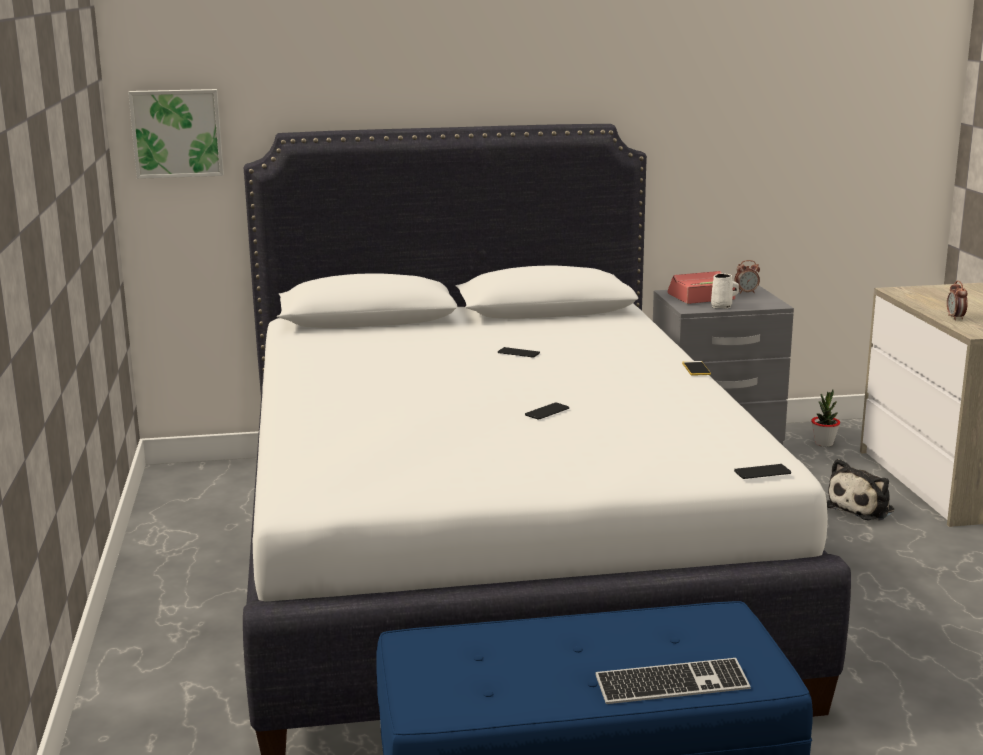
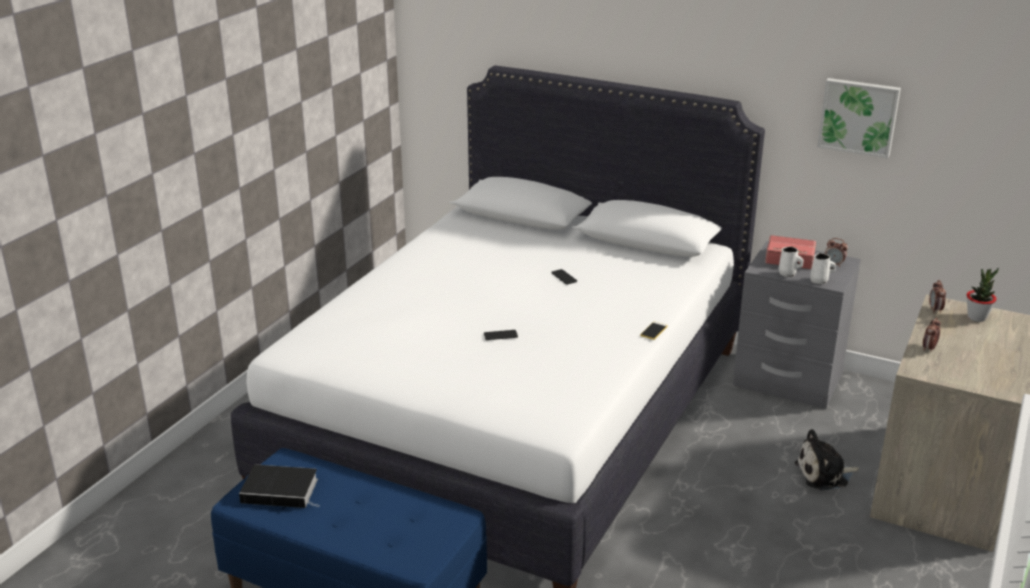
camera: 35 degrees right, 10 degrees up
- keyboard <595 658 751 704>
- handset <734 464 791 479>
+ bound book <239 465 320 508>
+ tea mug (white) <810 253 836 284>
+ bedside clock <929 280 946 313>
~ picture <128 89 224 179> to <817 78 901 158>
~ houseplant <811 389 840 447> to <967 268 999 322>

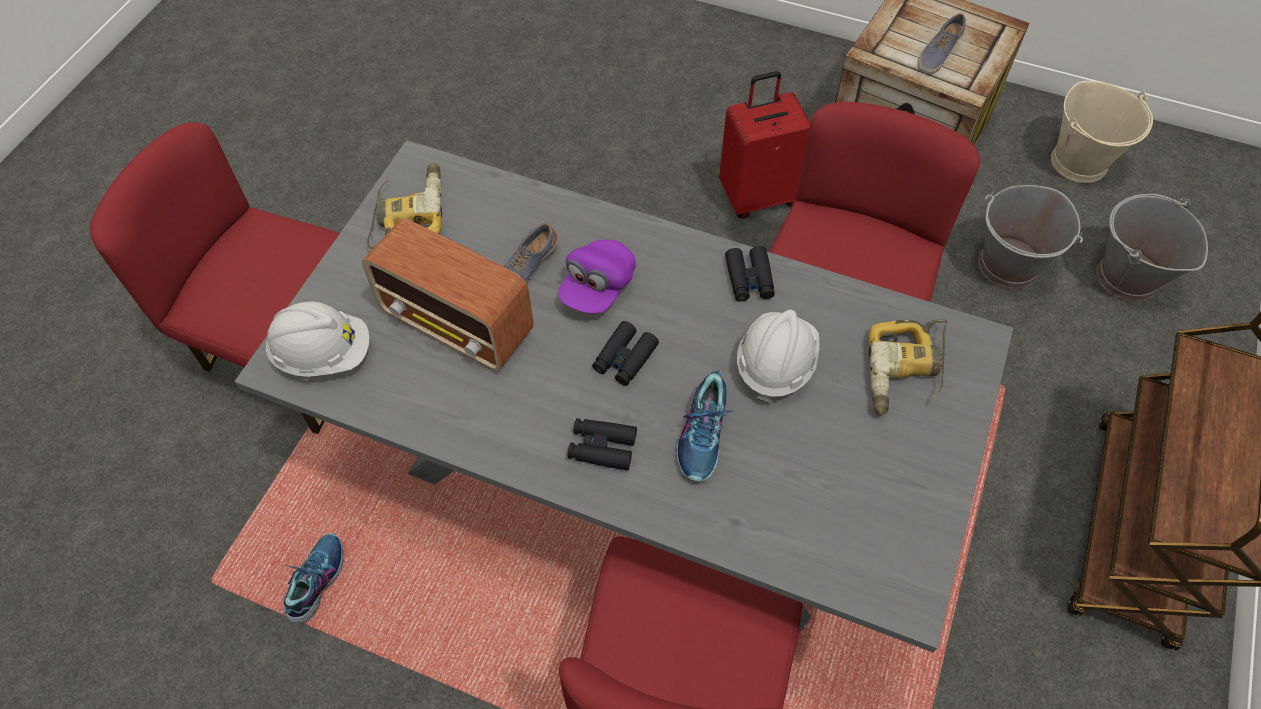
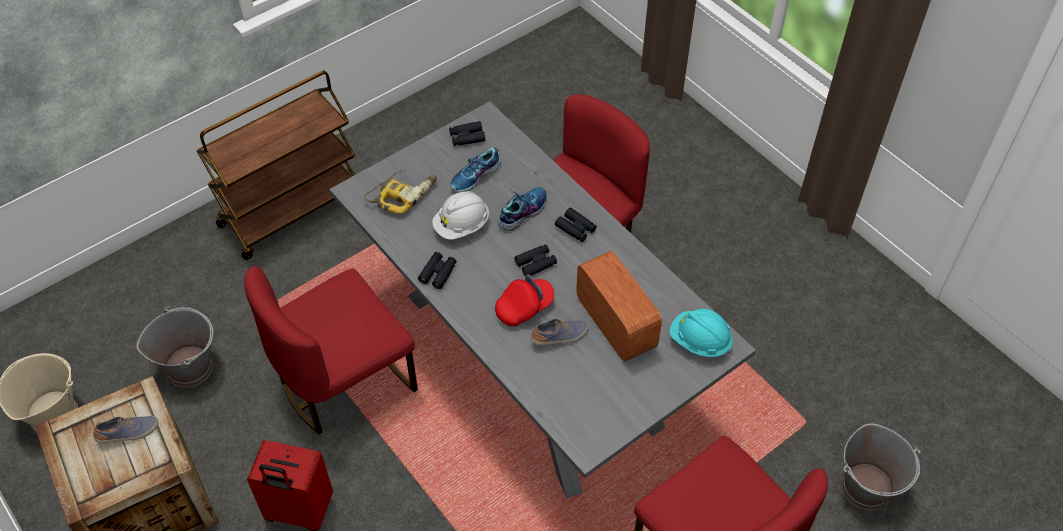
camera: 150 degrees left, 5 degrees down
- drill <367 163 442 249>
+ pair of binoculars (black-coloured) <449 121 485 146>
~ low shoe <283 533 344 624> to <450 147 501 192>
~ bucket (greyish) <1096 194 1208 302> to <841 423 921 510>
~ hard hat (white) <266 301 370 377> to hard hat (blue-green) <670 309 733 357>
~ baseball cap (purple-coloured) <558 240 636 313> to baseball cap (red-coloured) <495 274 554 326>

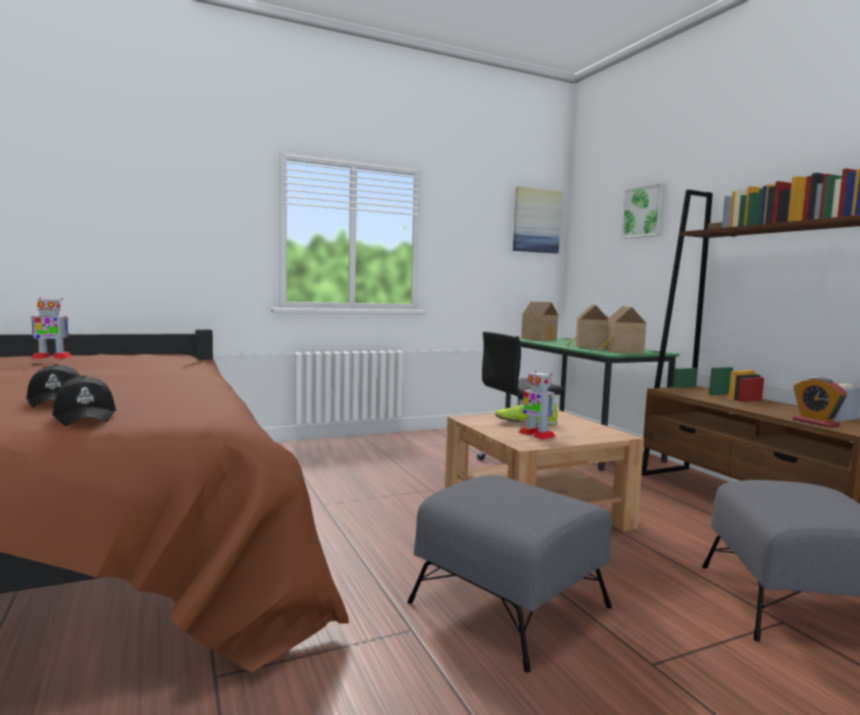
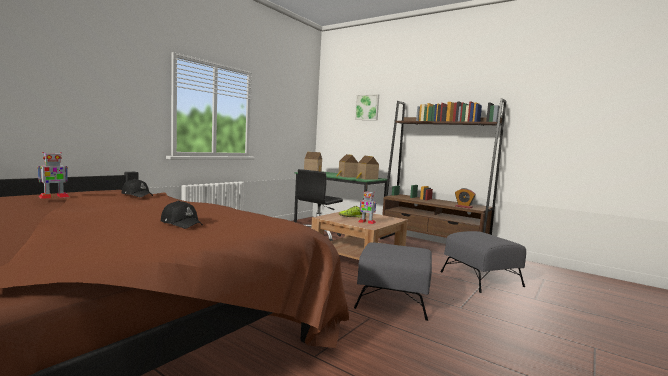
camera: 30 degrees left, 0 degrees up
- picture <513 186 562 253>
~ baseball cap (black-coloured) <52 375 116 426> to <121 179 153 197>

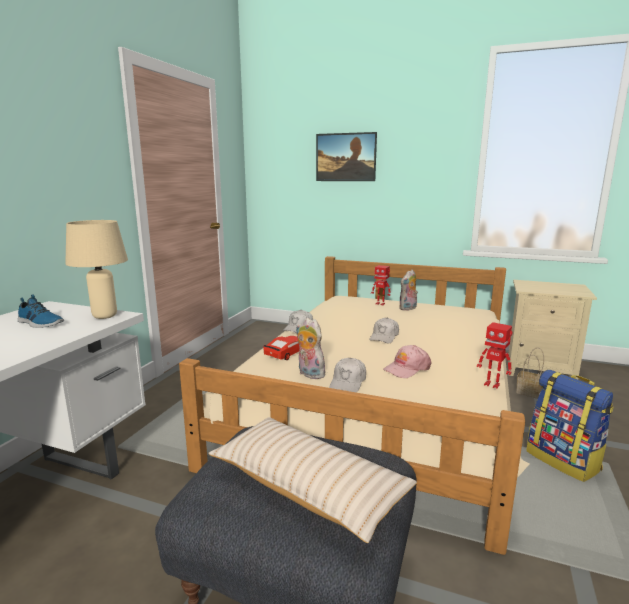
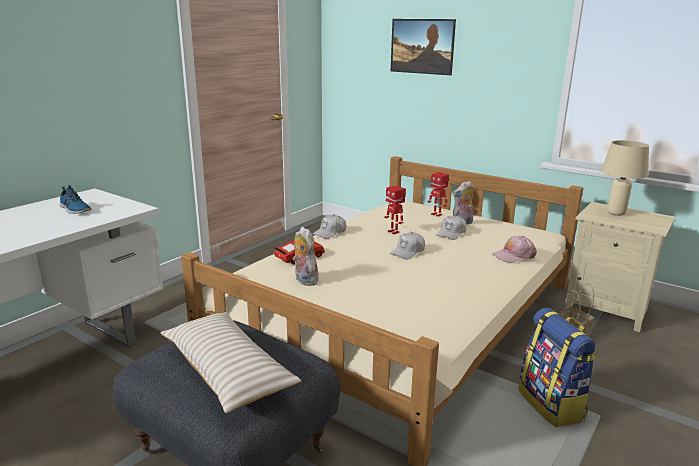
camera: 15 degrees right, 5 degrees up
~ lamp for a table (beige-coloured) <65 220 128 319> to <601 140 649 216>
~ baseball cap (white) <329 358 366 393> to <436 215 467 240>
~ baseball cap (pinkish) <383 345 431 378> to <492 236 537 263>
~ robot figure <477 322 513 389> to <384 186 406 234>

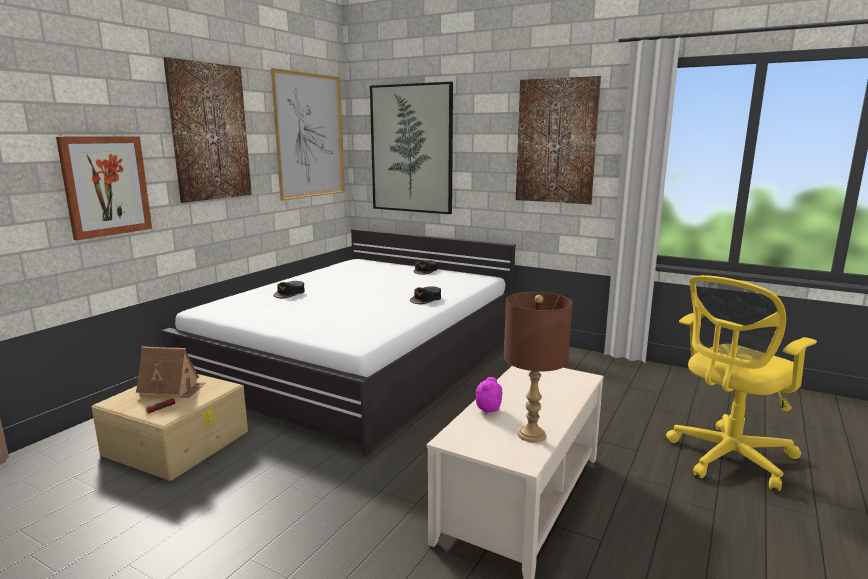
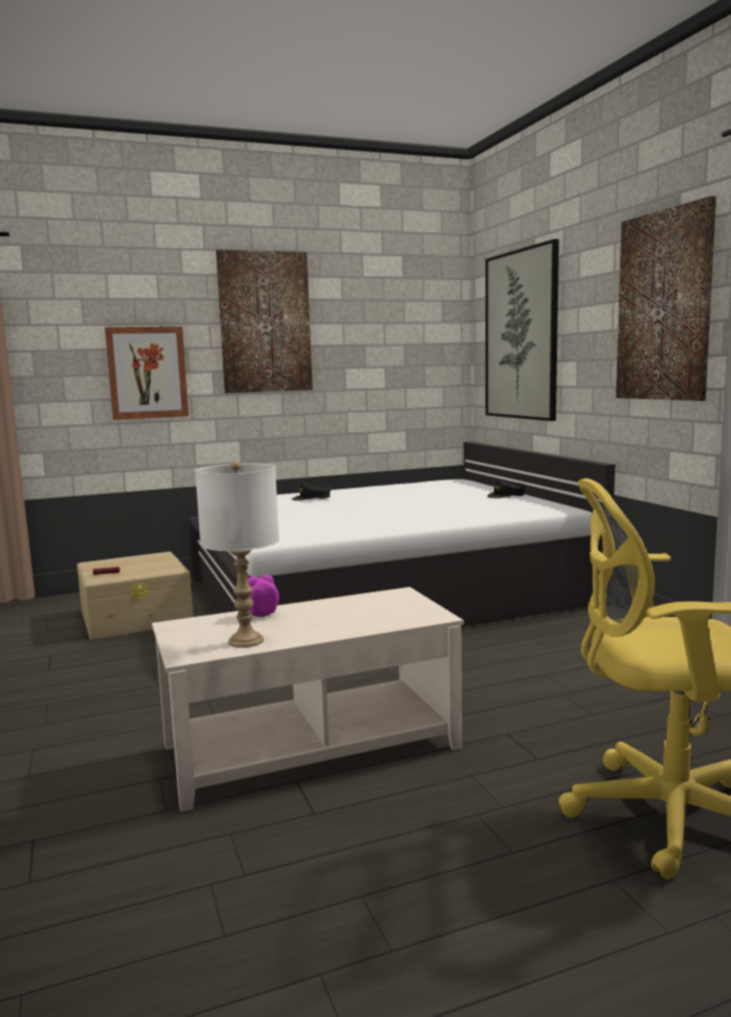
camera: 40 degrees right, 5 degrees down
- model house <136 346 206 399>
- picture <271 68 345 200>
- baseball cap (black-coloured) <410 286 441 304>
~ lamp for a table (brown-coloured) <504 292 572 443> to lamp for a table (white) <195 461 279 648>

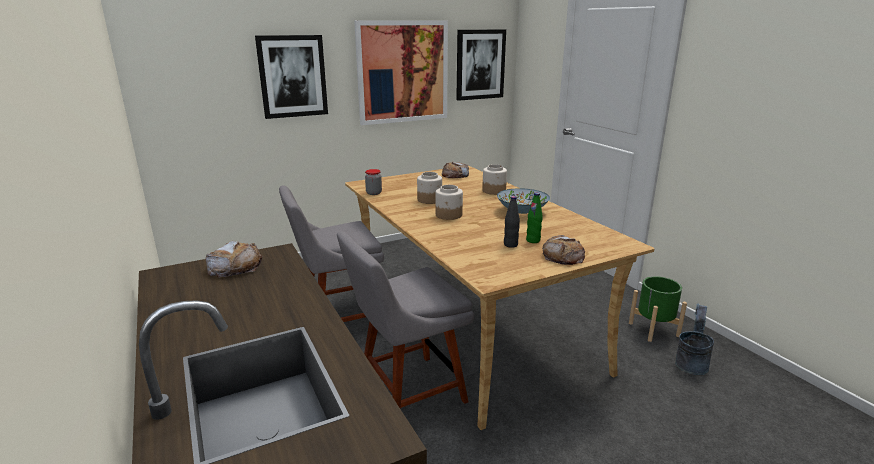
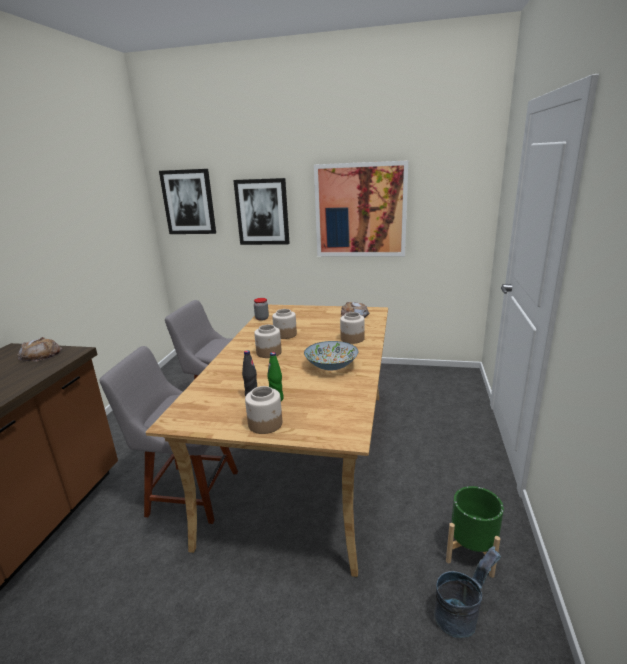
camera: 40 degrees right, 0 degrees up
~ picture <456 29 506 101> to <159 169 216 234>
~ bread <542 235 585 265> to jar <245 386 282 434>

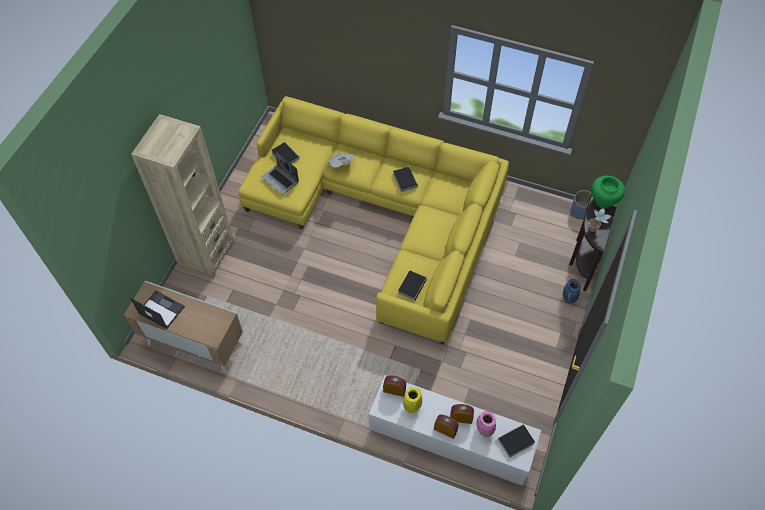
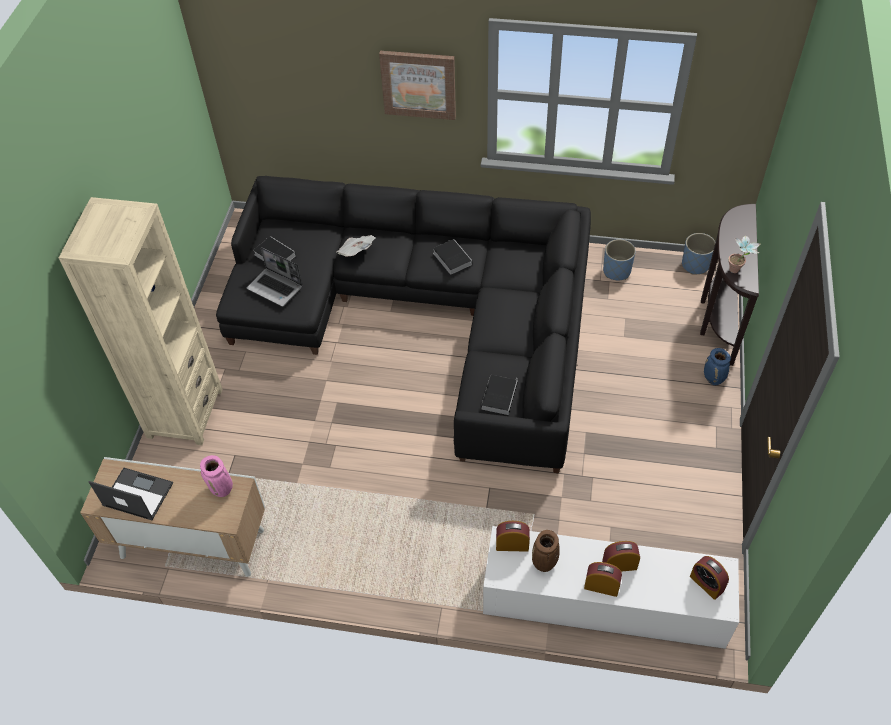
camera: 10 degrees left, 5 degrees down
- vase (green) <591 176 625 209>
+ picture <379 51 456 120>
+ flower pot (bluish) <603 239 636 280>
~ vase (pinkish) <477 411 496 437> to <200 455 233 497>
~ bound book <494 424 535 458> to bedside clock <690 556 729 600>
~ settee (yellow-coloured) <238 96 509 345> to settee (black-coloured) <216 176 591 473>
~ vase (yellow-coloured) <403 387 422 413> to vase (brown-coloured) <532 530 560 572>

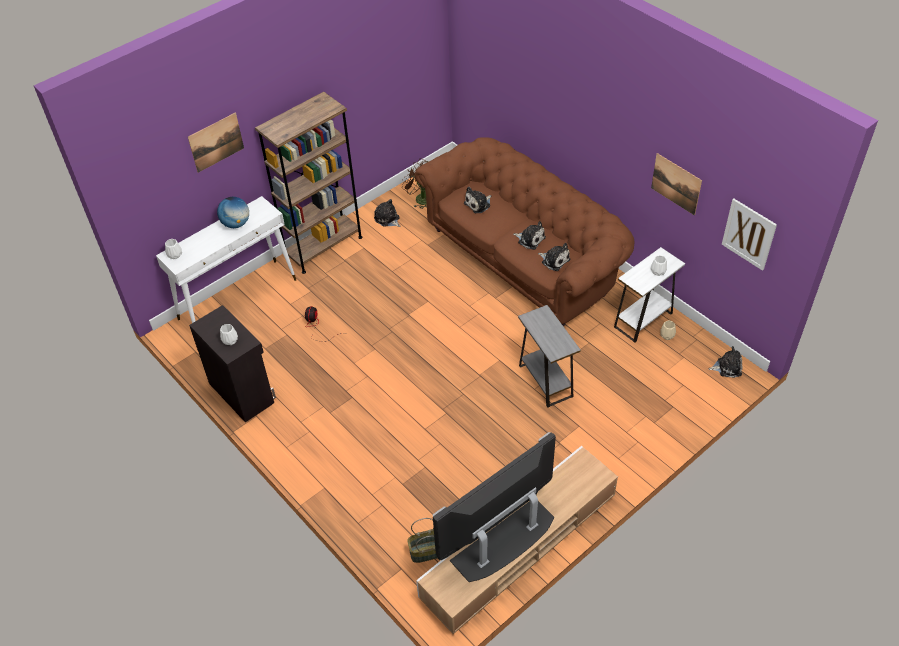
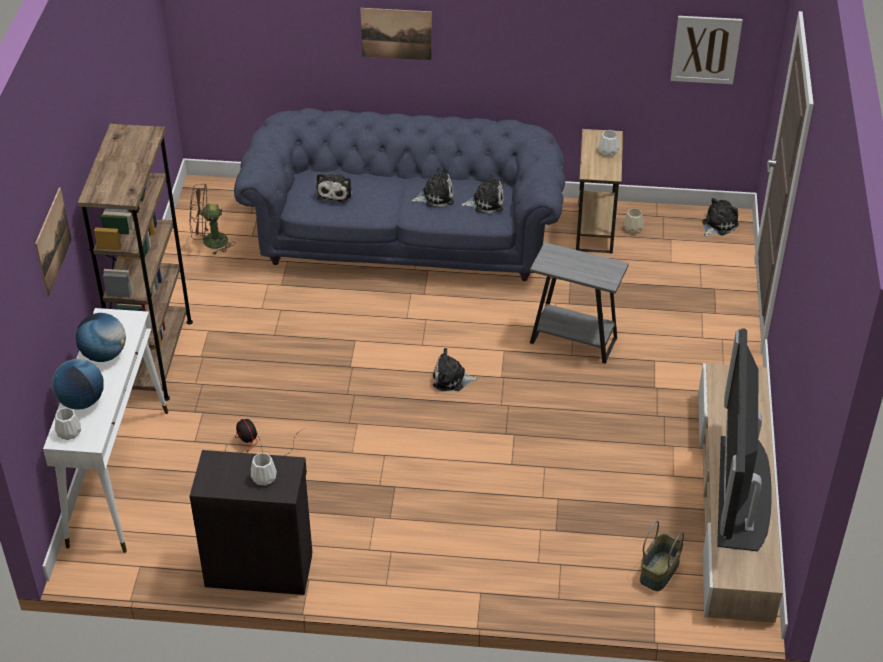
camera: 45 degrees left, 5 degrees down
+ desk globe <52 359 104 410>
~ plush toy <374 199 400 227> to <433 348 479 391>
~ picture <651 153 702 215> to <360 8 432 61>
~ settee (brown-coloured) <414 137 634 326> to settee (bluish) <234 108 565 281>
~ accent table (white) <614 247 685 343> to accent table (brown-coloured) <576 129 623 254>

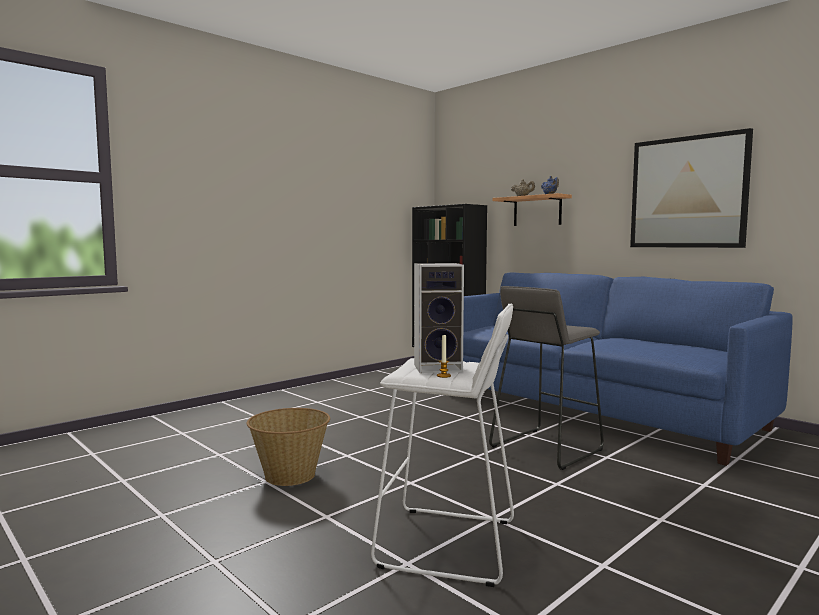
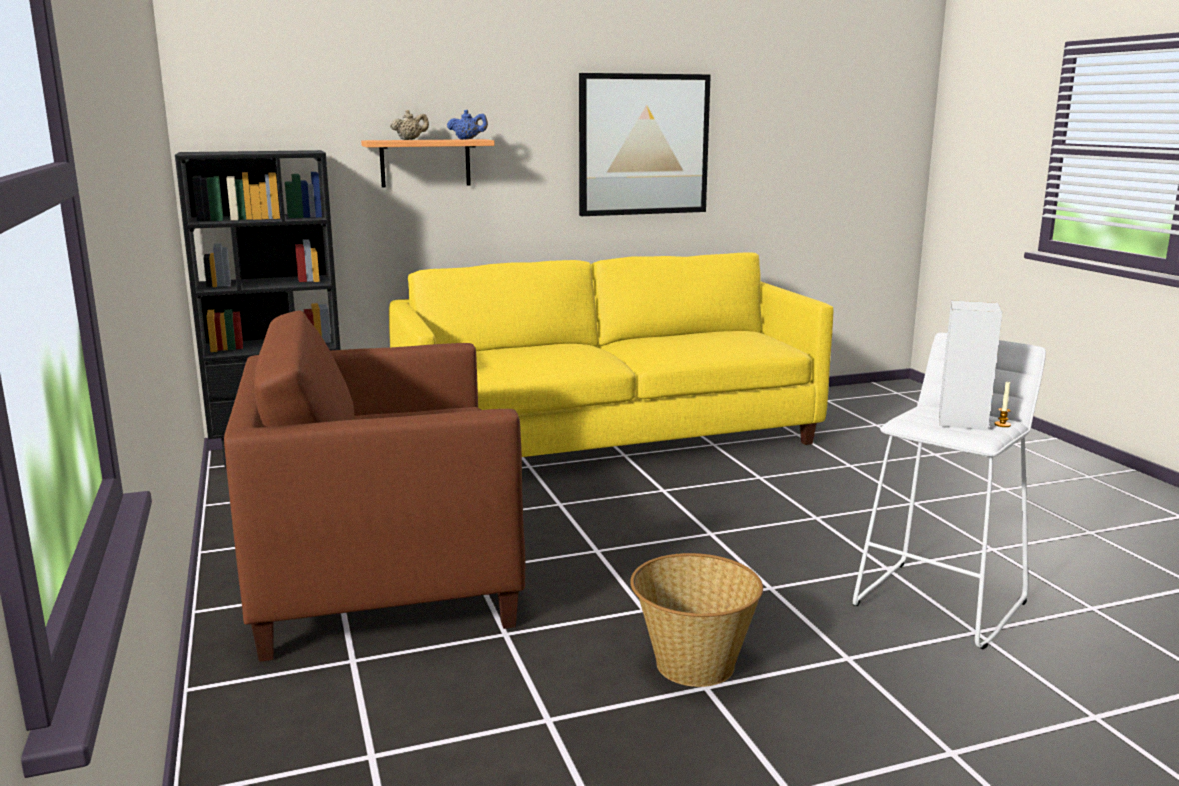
camera: 65 degrees left, 10 degrees up
- stool (greyish) <489 286 604 470>
+ easy chair (brown-coloured) <224 310 525 662>
~ settee (bluish) <463 273 793 466> to settee (yellow-coloured) <389 252 833 457>

